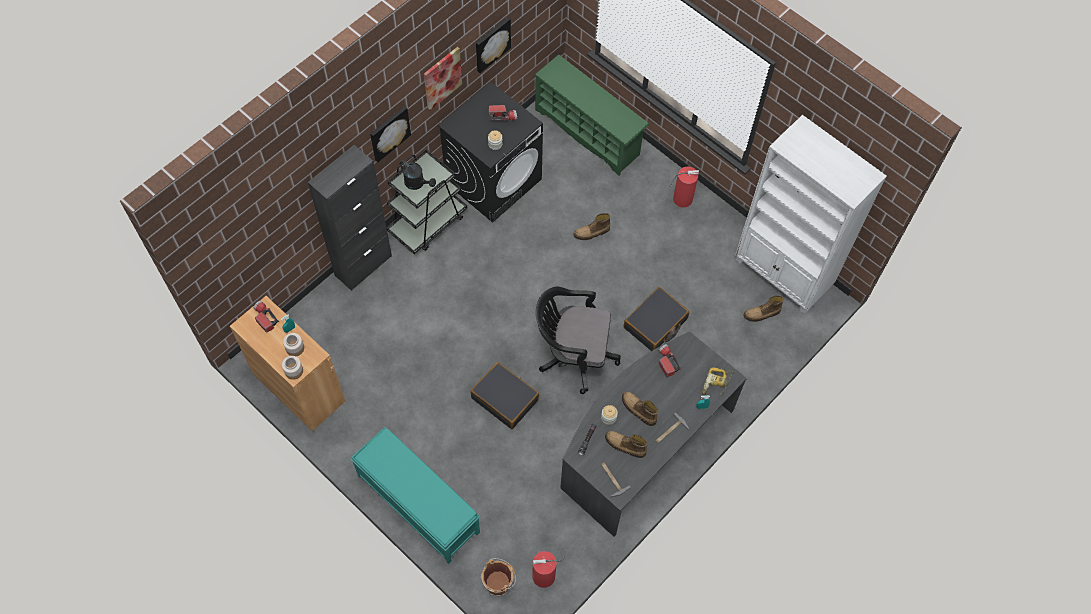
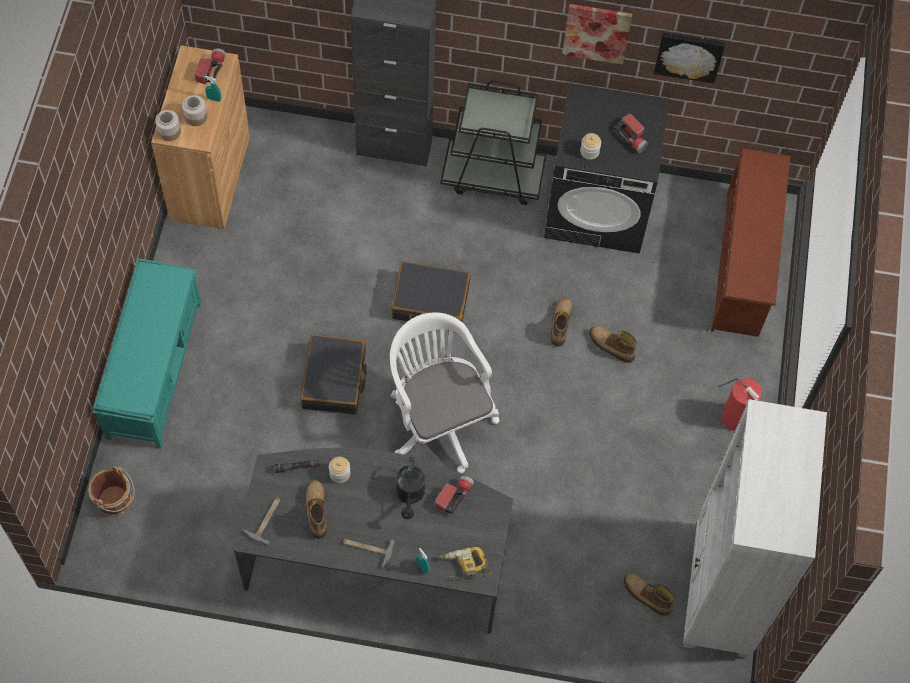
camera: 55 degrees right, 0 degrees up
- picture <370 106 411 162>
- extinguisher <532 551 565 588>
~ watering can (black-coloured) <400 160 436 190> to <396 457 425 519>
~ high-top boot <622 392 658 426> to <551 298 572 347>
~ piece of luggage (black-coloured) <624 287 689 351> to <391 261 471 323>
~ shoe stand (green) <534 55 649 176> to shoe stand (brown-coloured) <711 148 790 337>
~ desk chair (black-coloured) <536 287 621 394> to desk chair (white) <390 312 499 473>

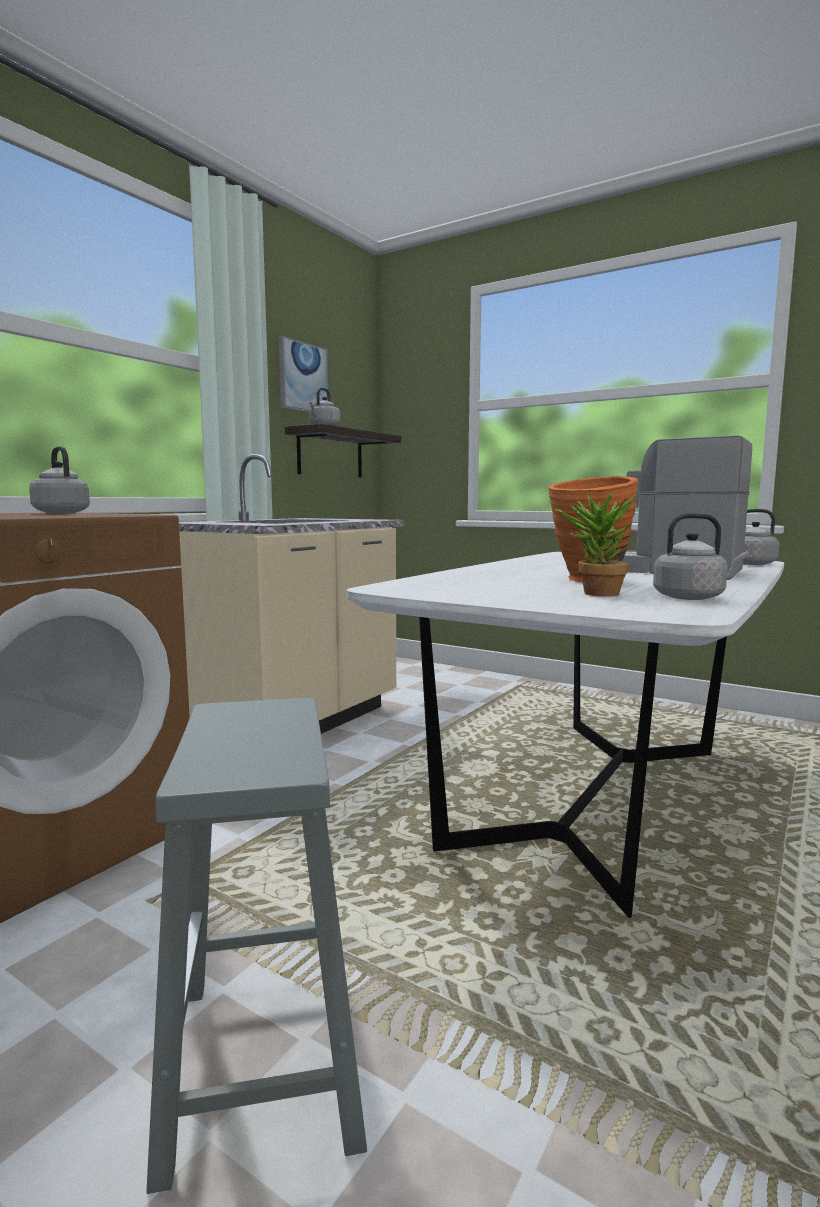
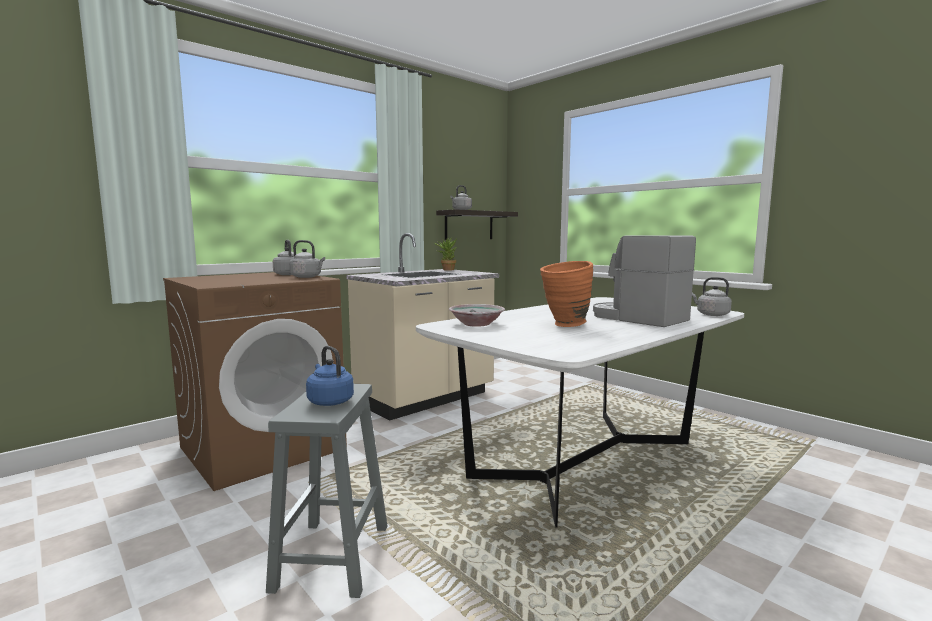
camera: 15 degrees right, 0 degrees up
- picture <279 336 328 413>
+ tea kettle (bluish) <306 346 354 406>
+ bowl <449 304 505 327>
~ houseplant <555 492 636 596> to <435 237 457 270>
~ tea kettle (greyish) <653 513 749 600> to <290 240 325 278>

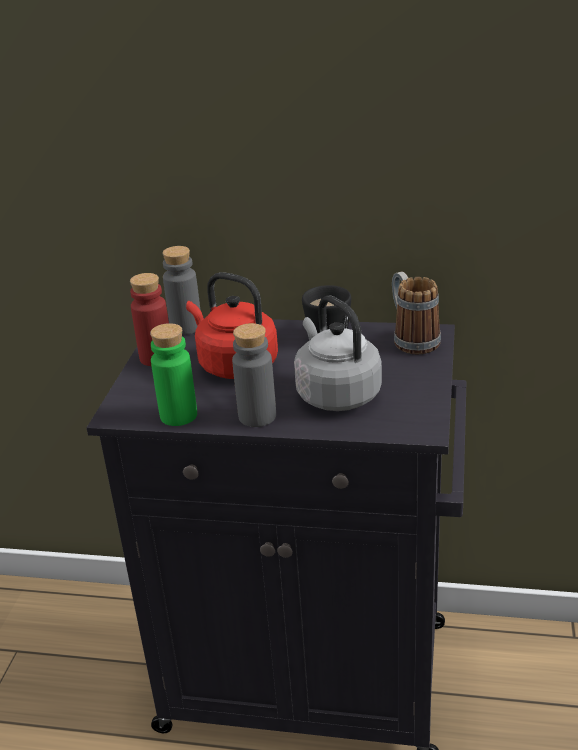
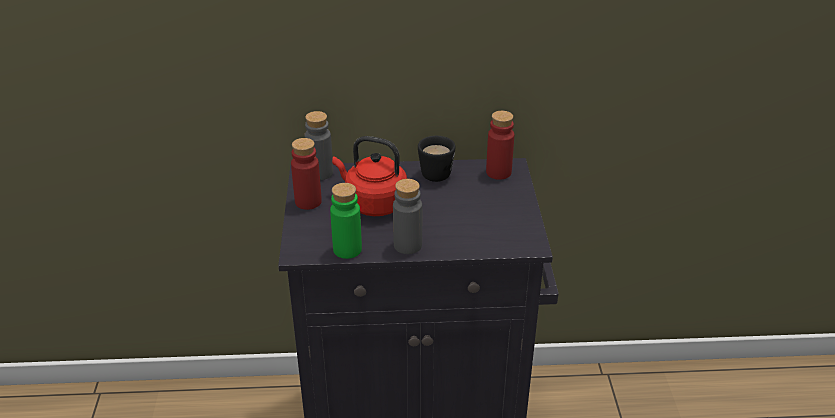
camera: 15 degrees left, 5 degrees up
- tea kettle (greyish) <294 295 382 411>
~ tea mug <392 272 441 355> to drink bottle (red-coloured) <486 111 514 180>

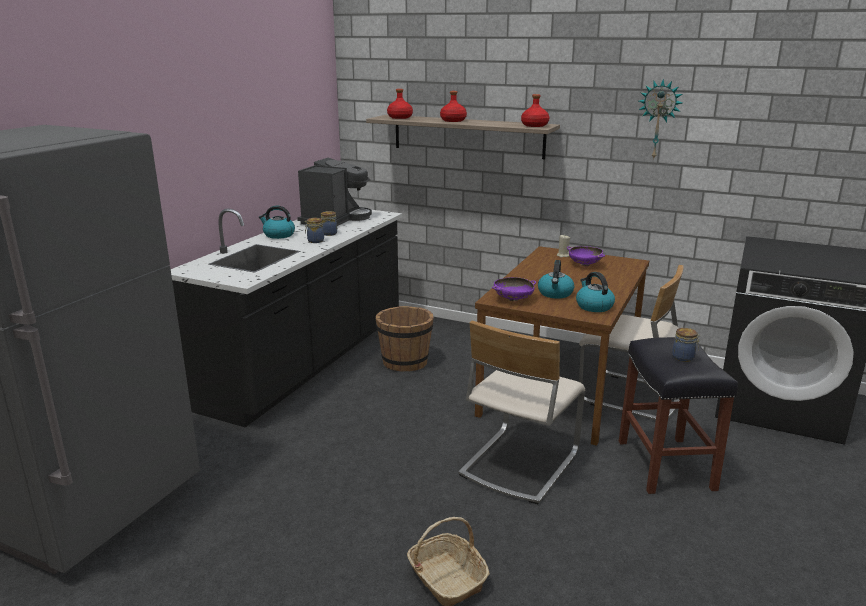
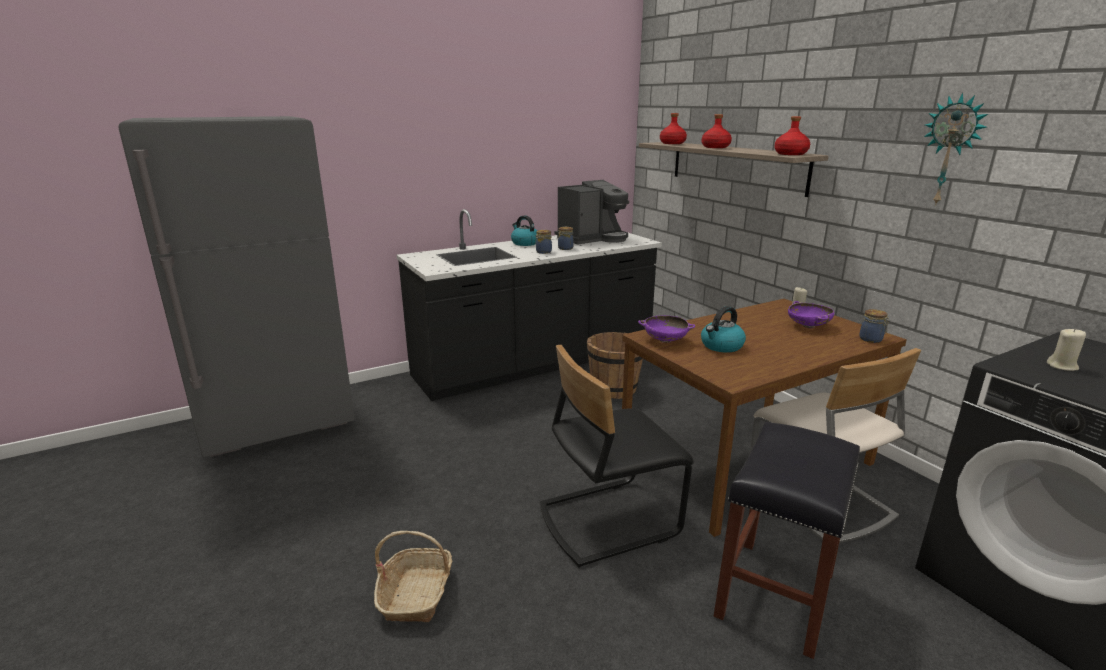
camera: 35 degrees right, 0 degrees up
- tea kettle <576 272 615 312>
+ wax candle (beige-coloured) <1047 328 1086 371>
~ jar <672 328 700 362> to <859 309 889 343>
~ plain chair (beige-coloured) <458 321 585 504> to plain chair (black-coloured) <539 345 694 568>

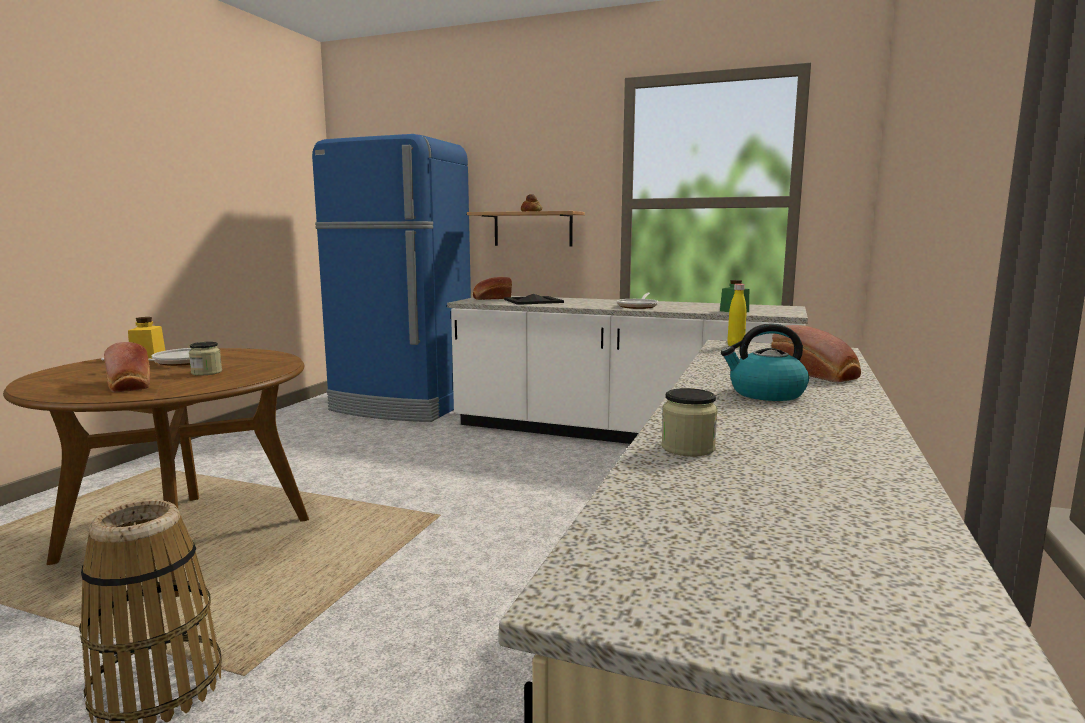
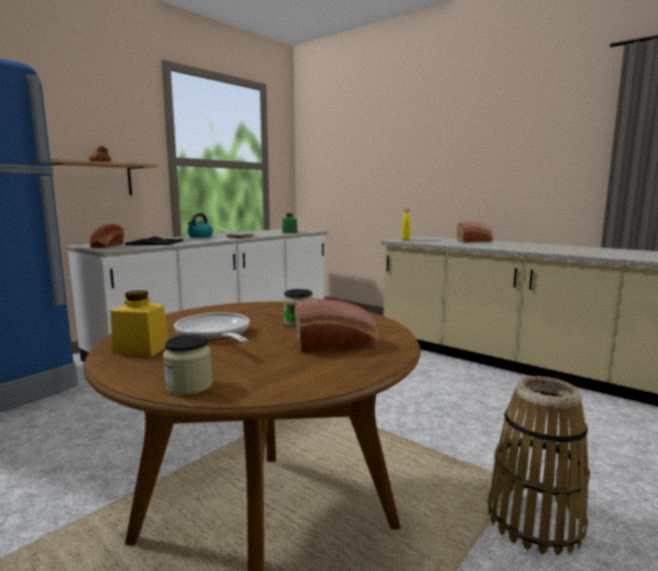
camera: 70 degrees left, 0 degrees up
~ jar <661 388 718 456> to <163 334 213 395>
~ tea kettle <721 323 809 401> to <187 213 213 238>

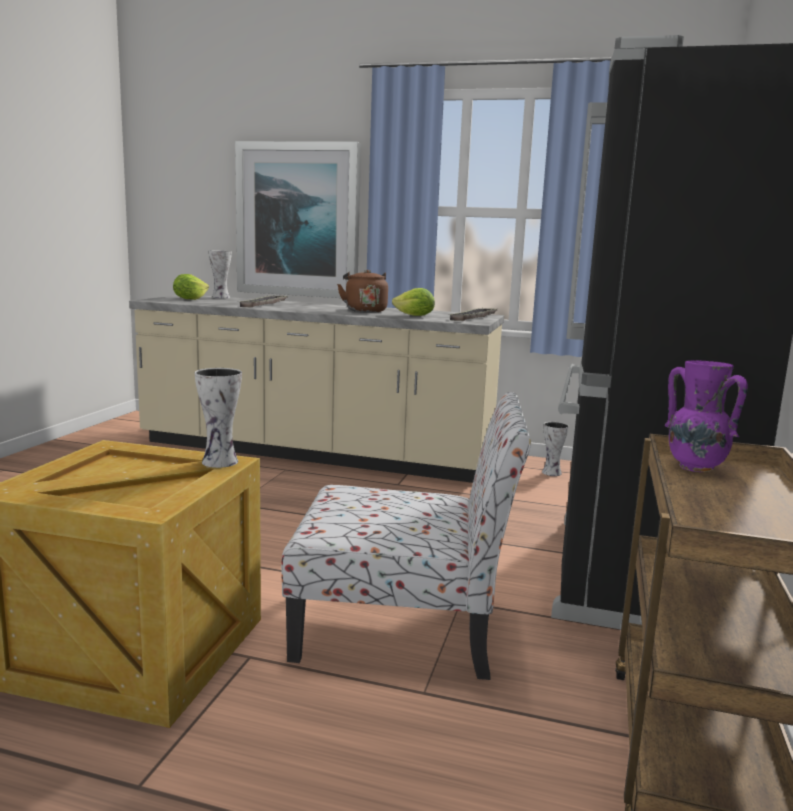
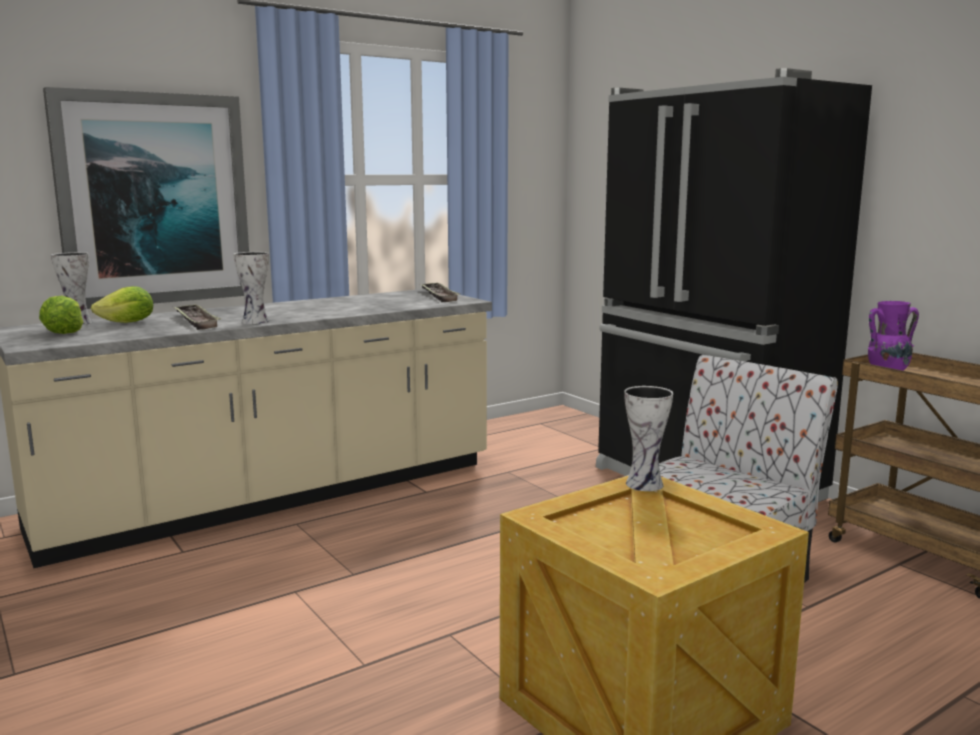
camera: 50 degrees left, 0 degrees up
- tea kettle (brown-coloured) <337 270 388 313>
~ lettuce head <392 288 435 316> to <91 286 153 323>
~ vase <542 422 569 476> to <233 252 269 324>

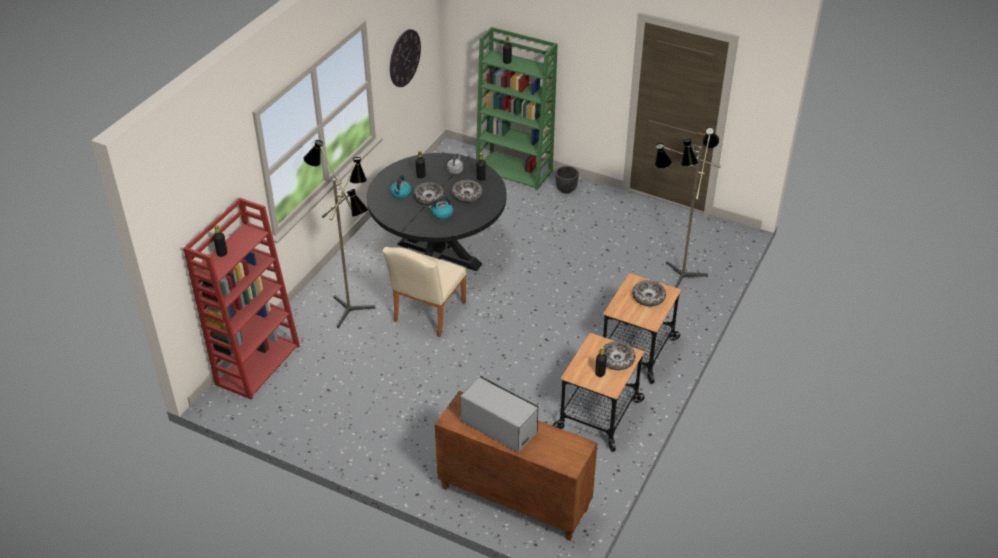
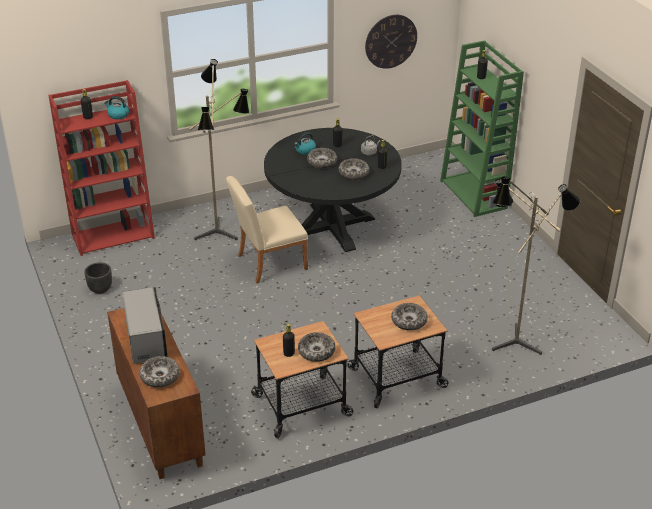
camera: 40 degrees right, 5 degrees down
+ bowl <140 356 180 388>
~ tea kettle <428 197 453 220> to <104 96 129 119>
~ flower pot (black-coloured) <555 166 579 194> to <84 262 112 294>

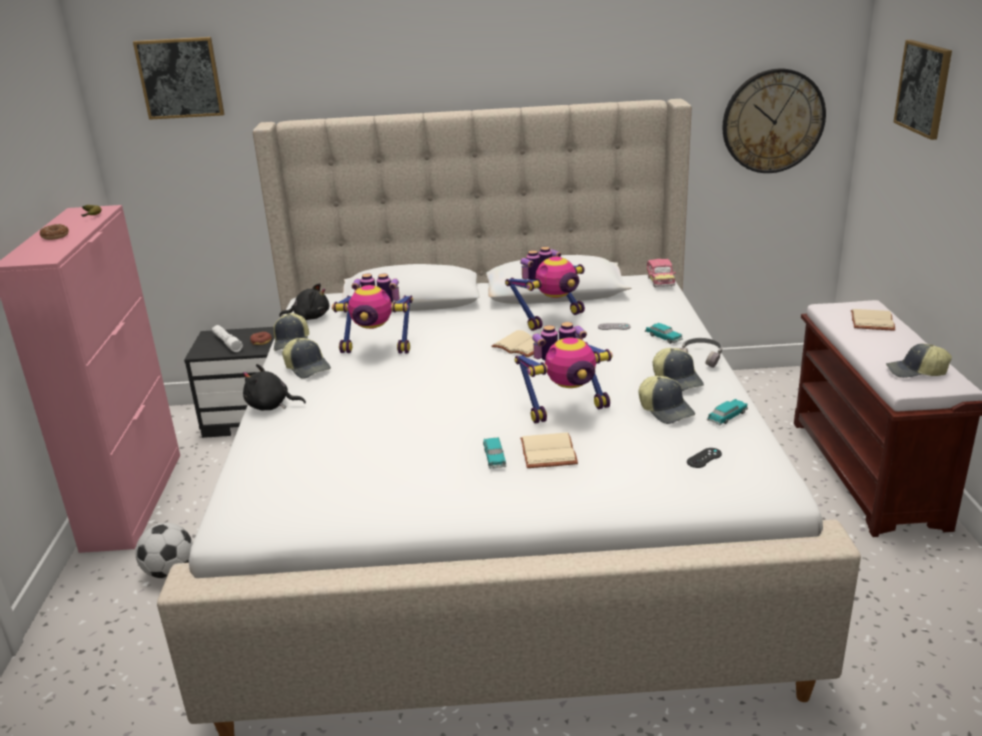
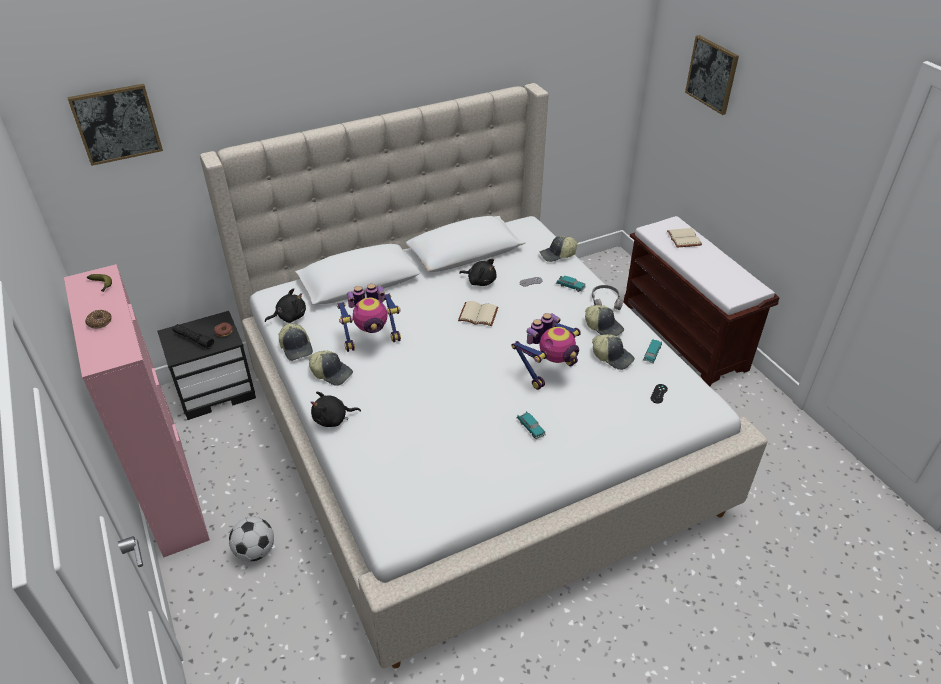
camera: 25 degrees left, 15 degrees up
- bound book (beige-coloured) <520 432 578 468>
- model car <647 259 676 287>
- wall clock <722 69 826 173>
~ baseball cap <886 343 952 378> to <540 236 577 262>
~ robot figure <505 247 585 331> to plush toy (black-coloured) <459 259 497 286>
~ flashlight (white) <212 325 243 352> to flashlight (black-coloured) <172 324 214 349>

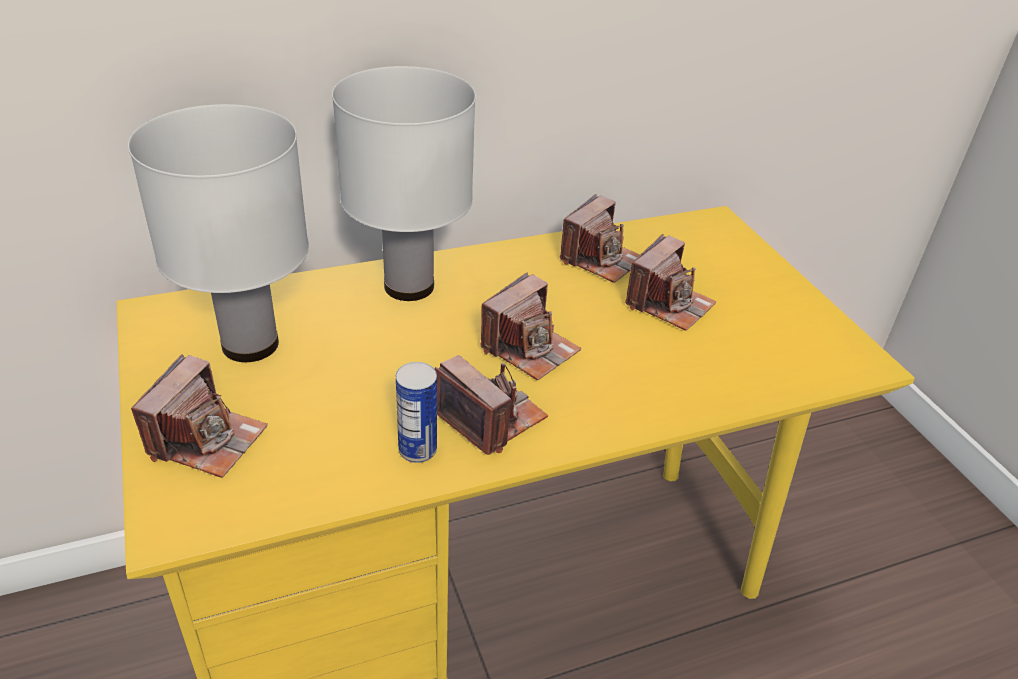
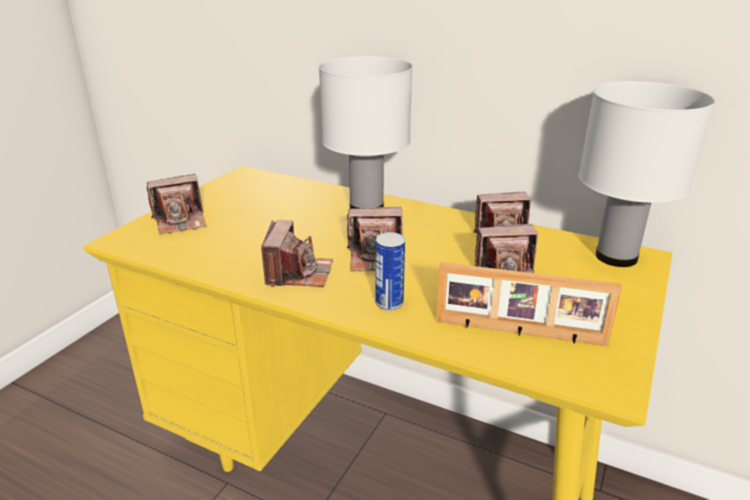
camera: 50 degrees right, 10 degrees down
+ picture frame <436 262 622 347>
~ lamp for a table (white) <128 104 309 362> to <579 81 715 267>
~ sealed can <396 362 437 463> to <376 232 405 311>

